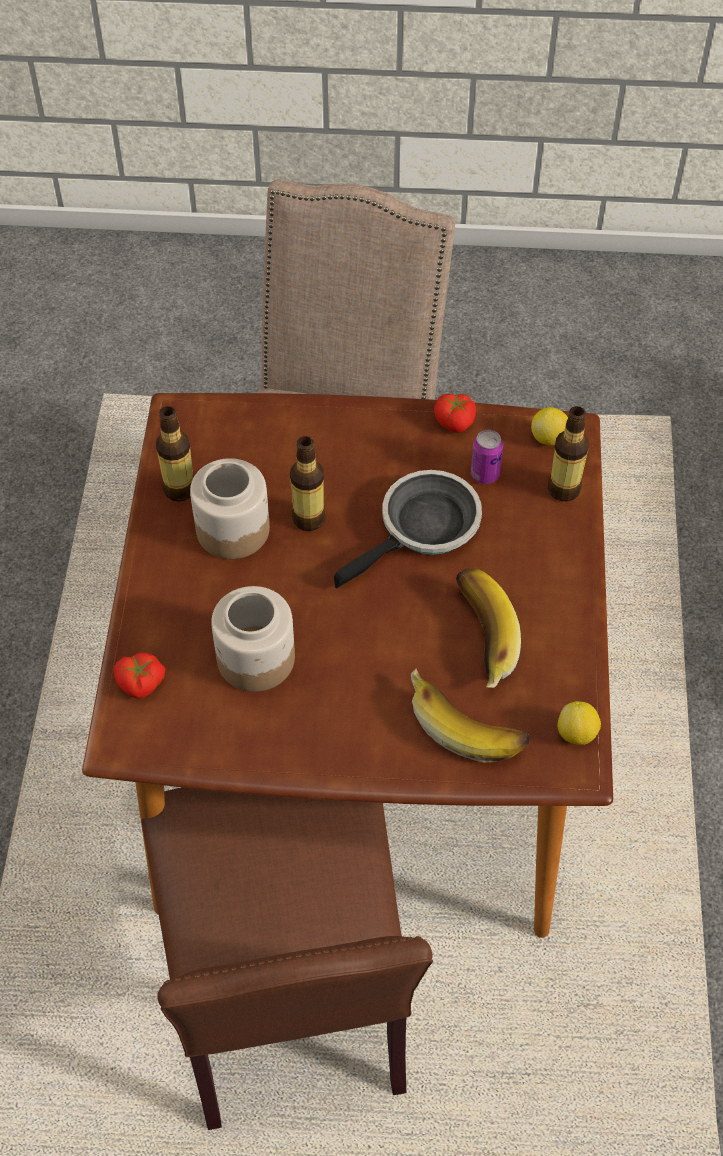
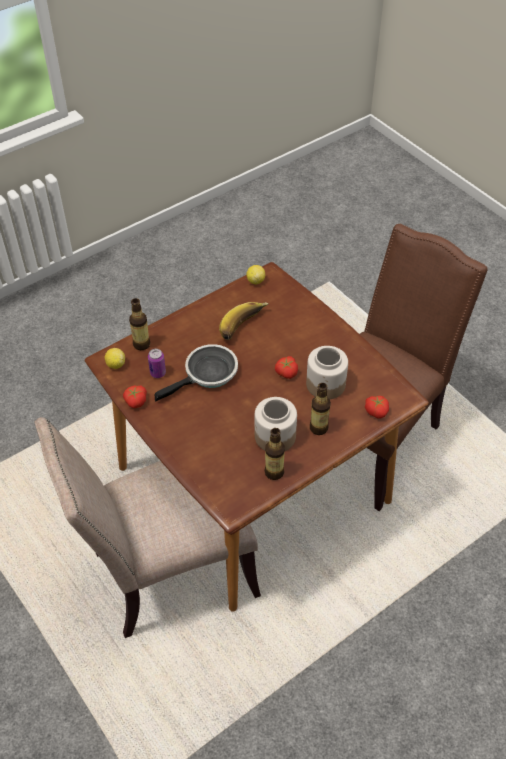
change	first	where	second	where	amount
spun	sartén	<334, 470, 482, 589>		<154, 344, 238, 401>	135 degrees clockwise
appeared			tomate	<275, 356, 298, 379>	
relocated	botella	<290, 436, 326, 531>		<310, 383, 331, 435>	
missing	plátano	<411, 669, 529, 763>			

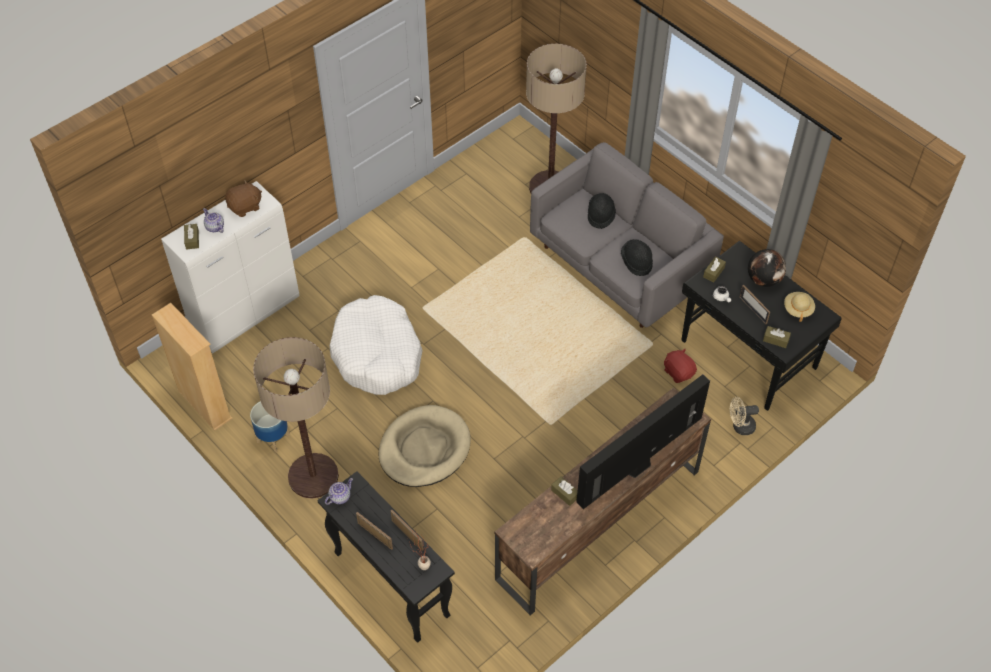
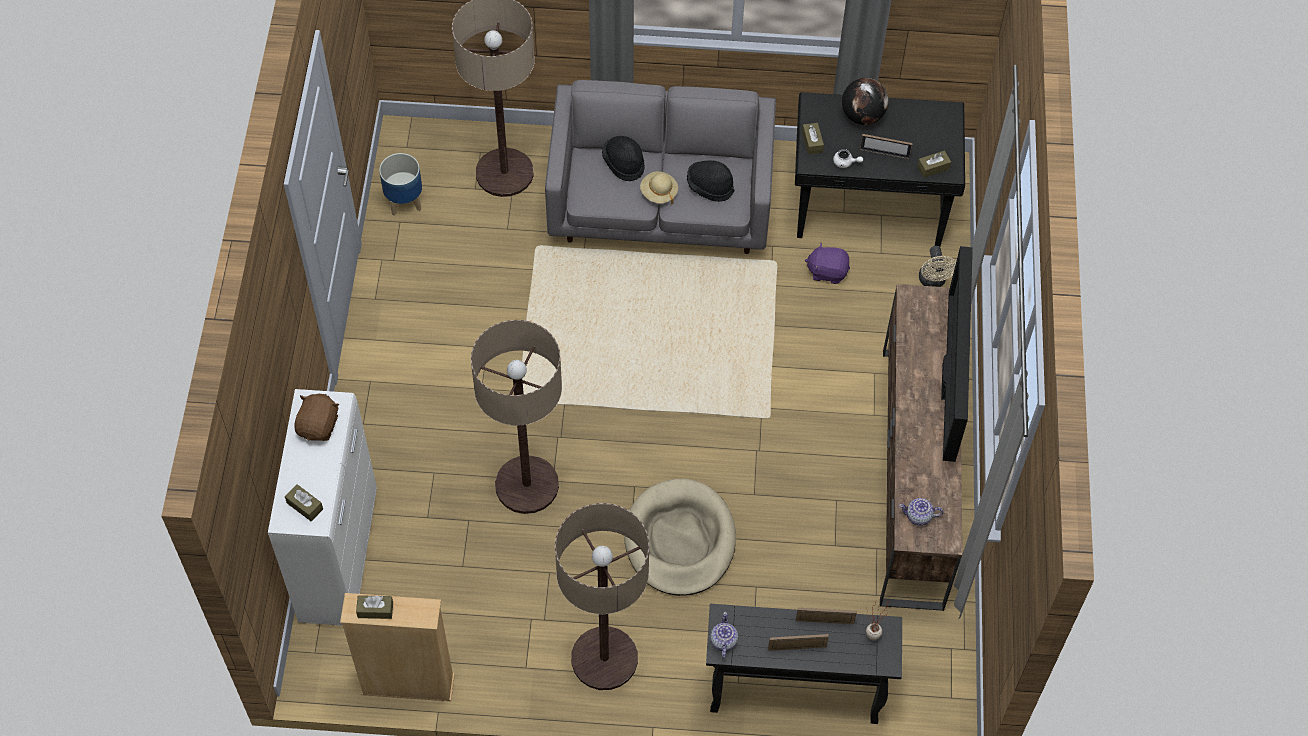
change	first	where	second	where	amount
relocated	caja de pañuelos/marrón	<551, 476, 578, 506>		<356, 595, 393, 619>	
relocated	maceta	<250, 401, 290, 452>		<379, 153, 422, 216>	
exchanged	cama para perro/blanco	<329, 295, 423, 395>	lámpara de pie	<471, 320, 562, 514>	
relocated	sombrero/beis	<784, 292, 815, 322>		<640, 171, 678, 204>	
colour	peluche/rojo	<664, 349, 697, 383>	peluche/morado	<805, 242, 850, 284>	
relocated	tetera	<203, 208, 224, 233>		<899, 498, 943, 526>	
spun	ventilador/beis	<730, 397, 759, 435>		<919, 246, 956, 287>	45 degrees counterclockwise

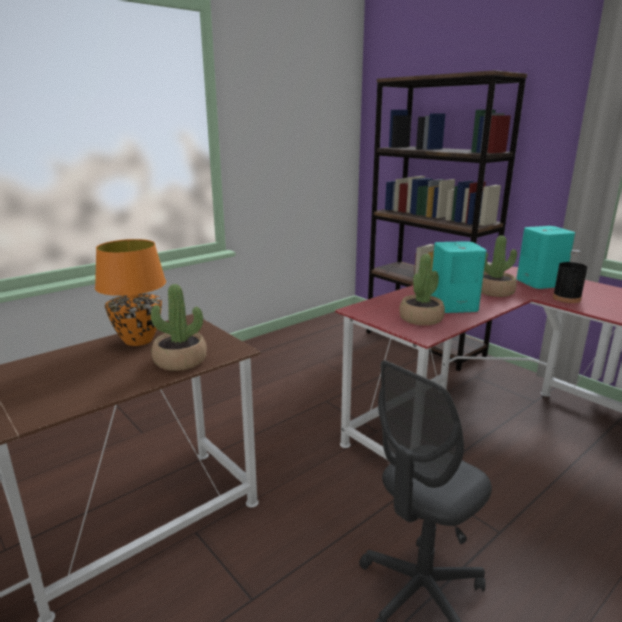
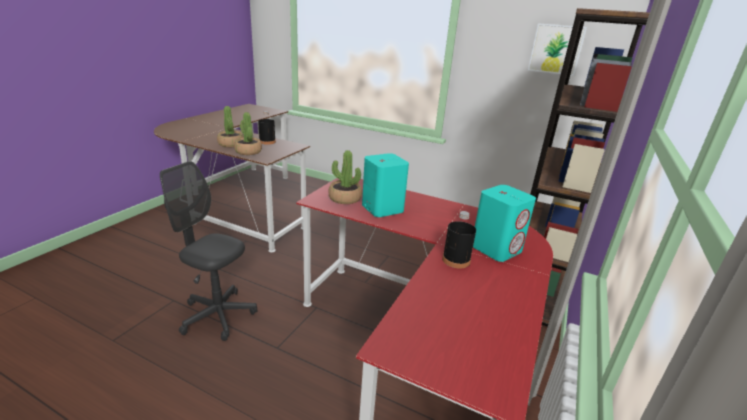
change	first	where	second	where	amount
relocated	planta en maceta	<481, 235, 517, 297>		<217, 106, 244, 147>	
exchanged	lámpara de mesa/naranja	<95, 239, 166, 346>	botella/negro	<258, 111, 276, 145>	
appeared			cuadro	<528, 23, 587, 76>	

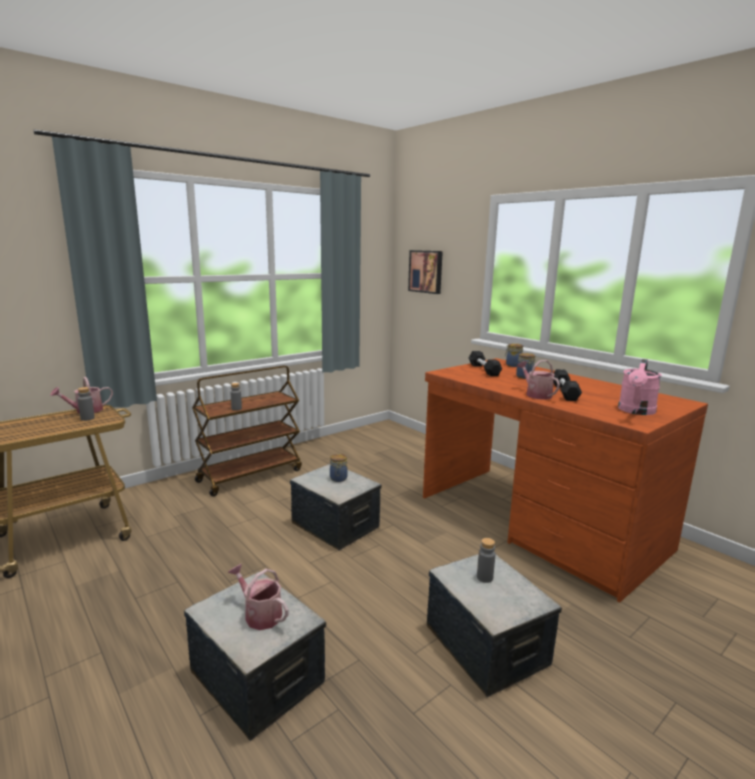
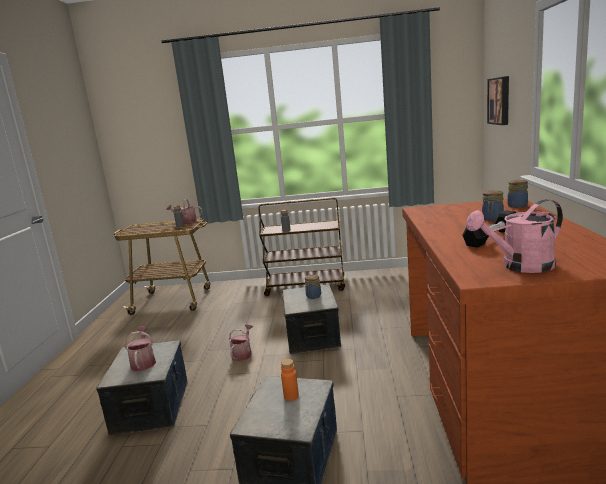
change	first	where	second	where	amount
relocated	regadera	<517, 360, 560, 400>		<229, 324, 253, 361>	
colour	botella/gris	<477, 538, 495, 583>	botella/naranja	<281, 359, 299, 401>	
missing	mancuerna/negro	<469, 351, 502, 376>			

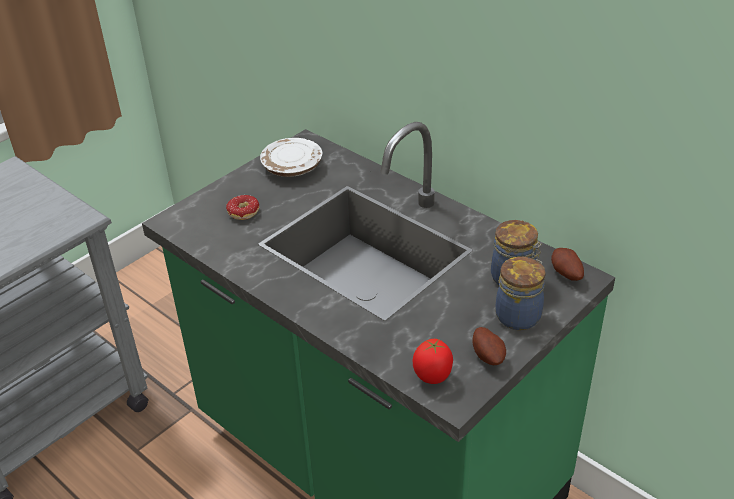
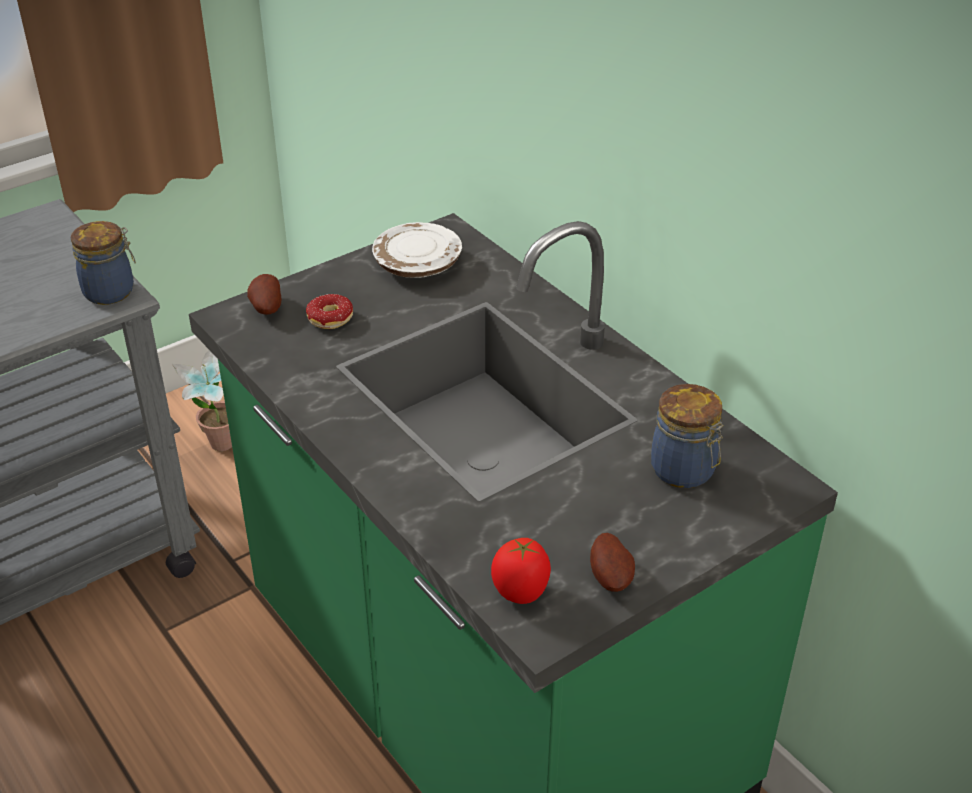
change	first	where	second	where	amount
relocated	tarro	<496, 257, 546, 330>		<71, 221, 136, 305>	
appeared			planta en maceta	<172, 350, 232, 451>	
relocated	patata	<551, 248, 584, 281>		<247, 274, 282, 315>	

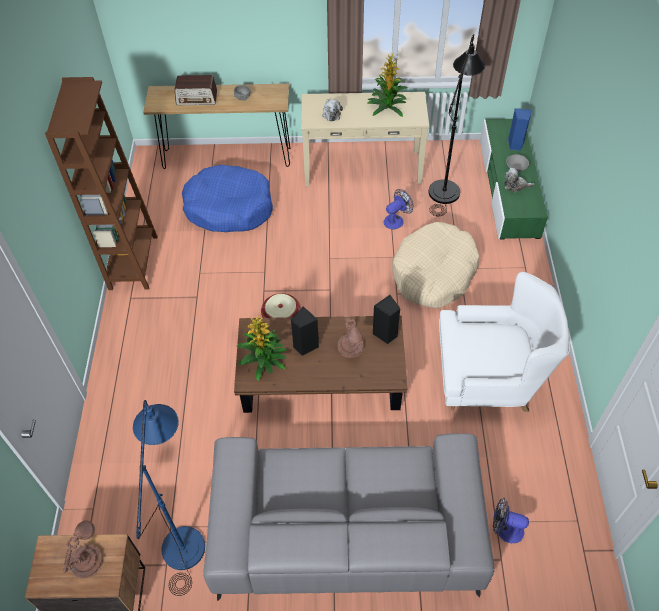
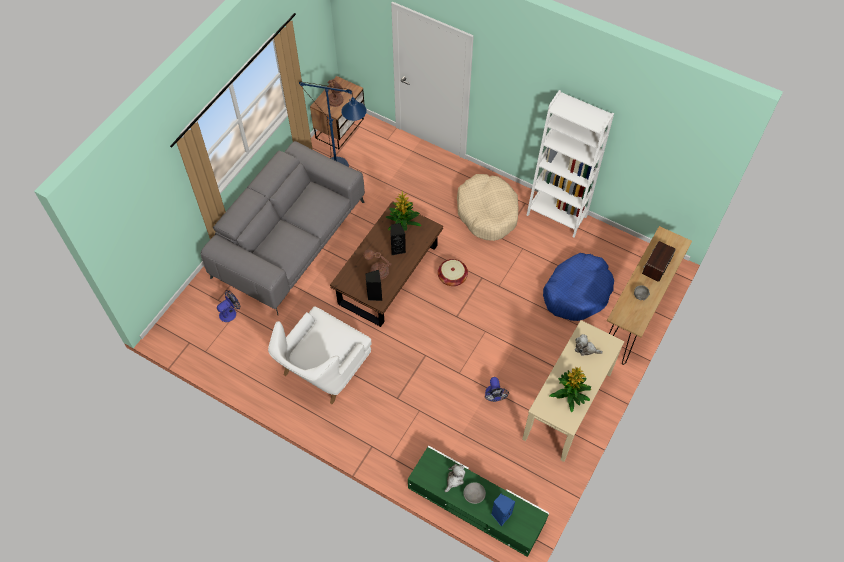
change	first	where	second	where	amount
relocated	cama para perro/beis	<392, 222, 479, 308>		<457, 174, 518, 241>	
colour	estantería/marrón	<45, 77, 158, 290>	estantería/blanco	<526, 90, 614, 238>	
missing	lámpara de pie/negro	<429, 34, 485, 216>			

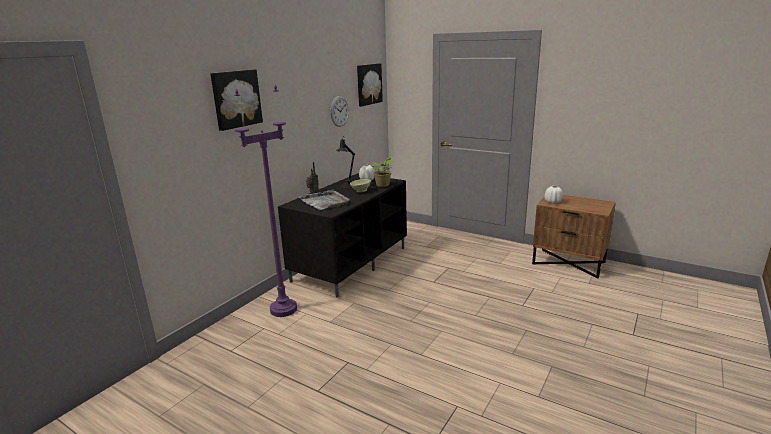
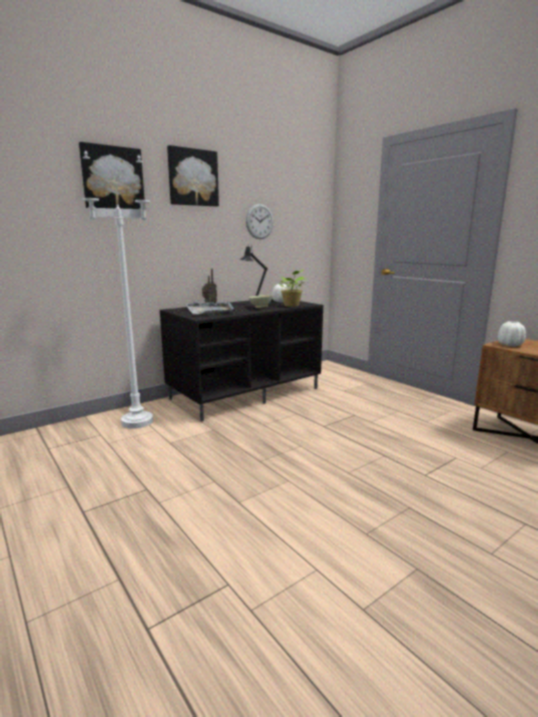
change	first	where	second	where	amount
colour	lámpara de pie/morado	<234, 85, 297, 317>	lámpara de pie/blanco	<83, 150, 153, 429>	
relocated	cuadro	<357, 63, 383, 106>		<167, 145, 219, 206>	

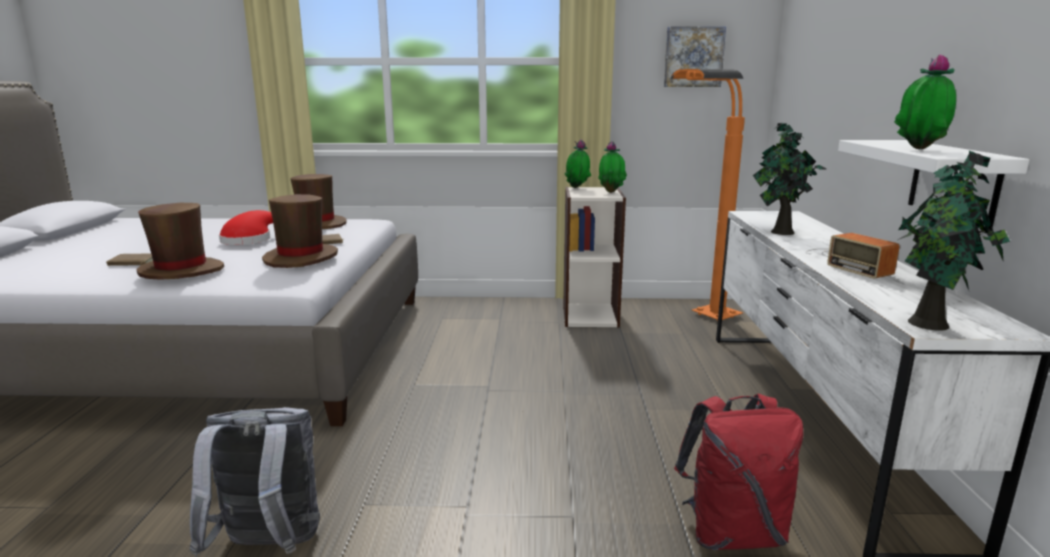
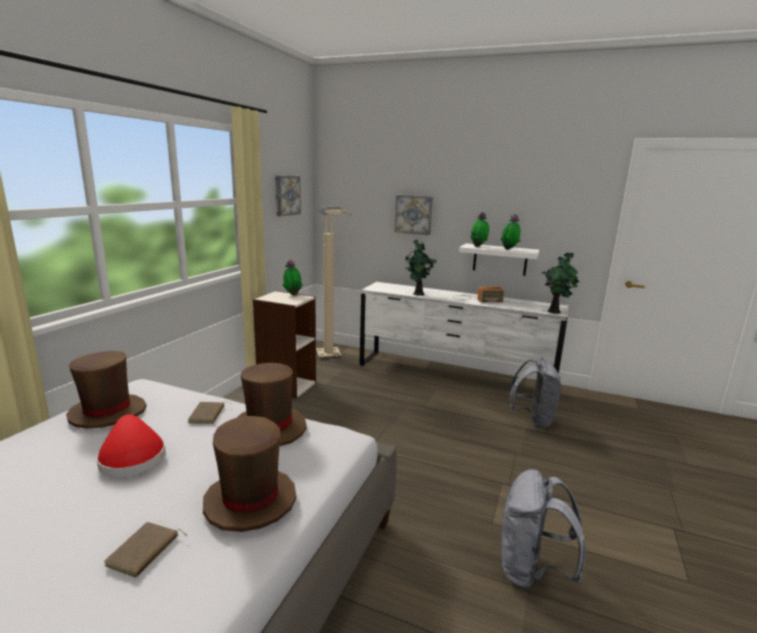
change	first	where	second	where	amount
colour	lámpara de pie/naranja	<670, 69, 745, 321>	lámpara de pie/beis	<316, 207, 351, 358>	
appeared			cuadro	<395, 195, 433, 235>	
relocated	planta en maceta	<565, 139, 591, 188>		<471, 212, 489, 247>	
colour	mochila/rojo	<674, 393, 803, 550>	mochila/gris	<509, 359, 561, 429>	

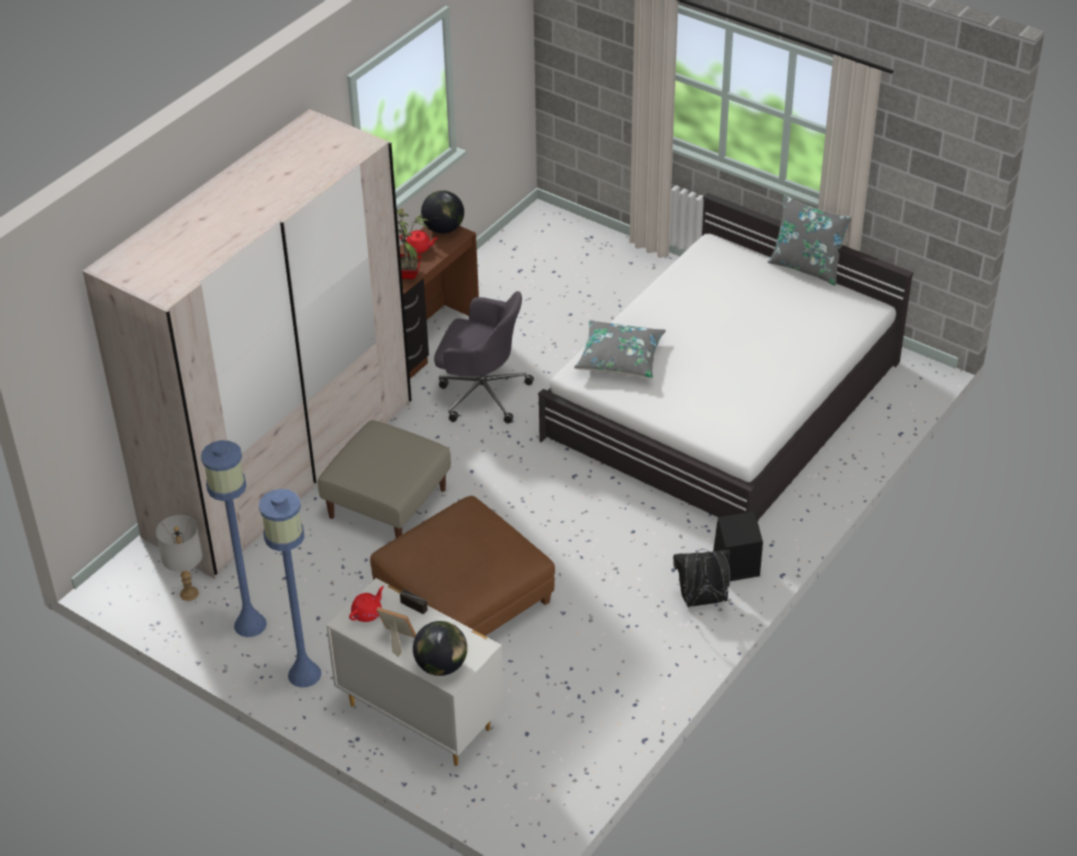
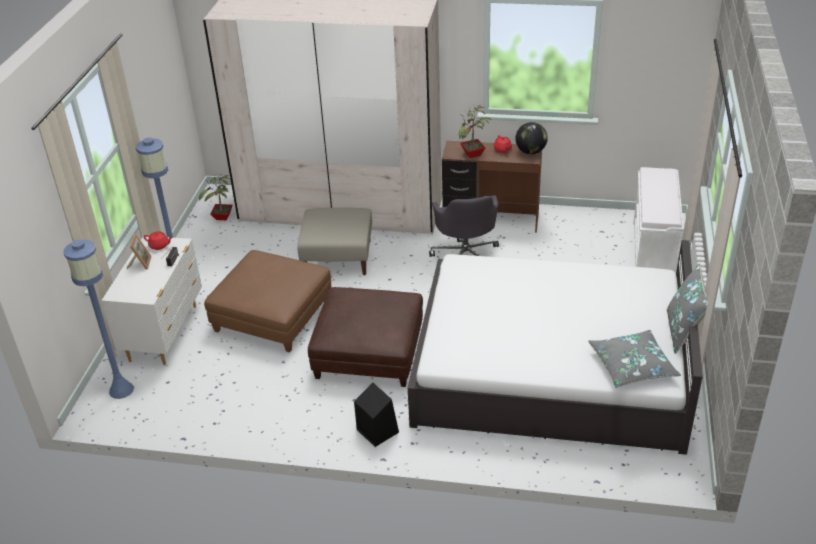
change	first	where	second	where	amount
relocated	lámpara de pie/azul	<201, 440, 267, 637>		<63, 240, 134, 399>	
exchanged	lámpara de mesa/gris	<156, 515, 202, 601>	planta en maceta	<199, 175, 233, 220>	
appeared			puf/marrón	<308, 287, 423, 387>	
relocated	cojín/gris	<574, 320, 666, 378>		<588, 330, 681, 388>	
appeared			banco/blanco	<633, 167, 684, 271>	
missing	globo terráqueo	<413, 621, 467, 676>			
missing	mochila/negro	<673, 549, 730, 607>			

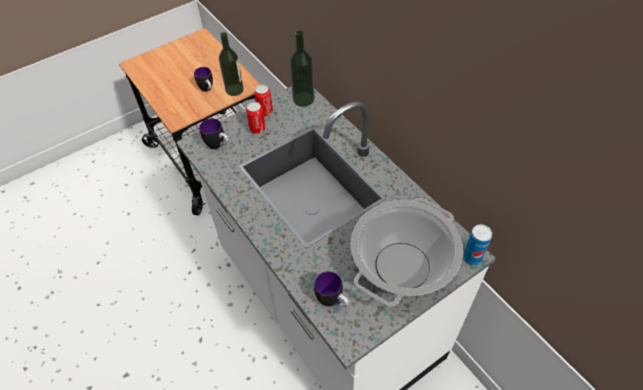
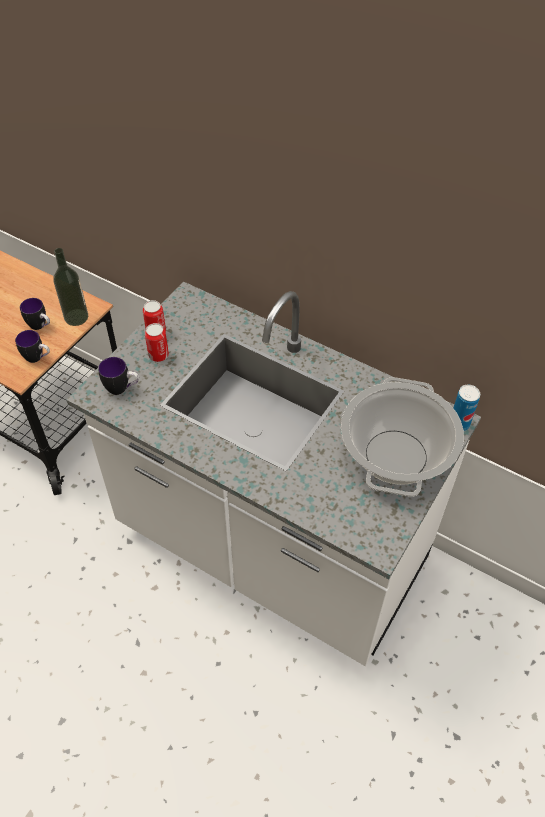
change	first	where	second	where	amount
relocated	taza grande	<314, 271, 349, 307>		<15, 330, 50, 363>	
missing	botella	<290, 30, 314, 107>			

